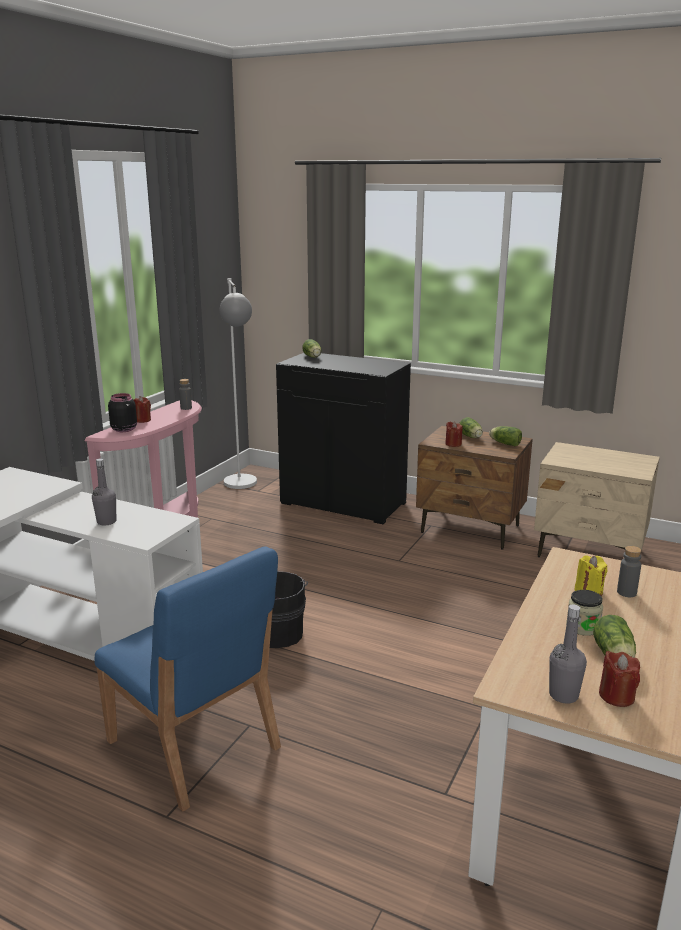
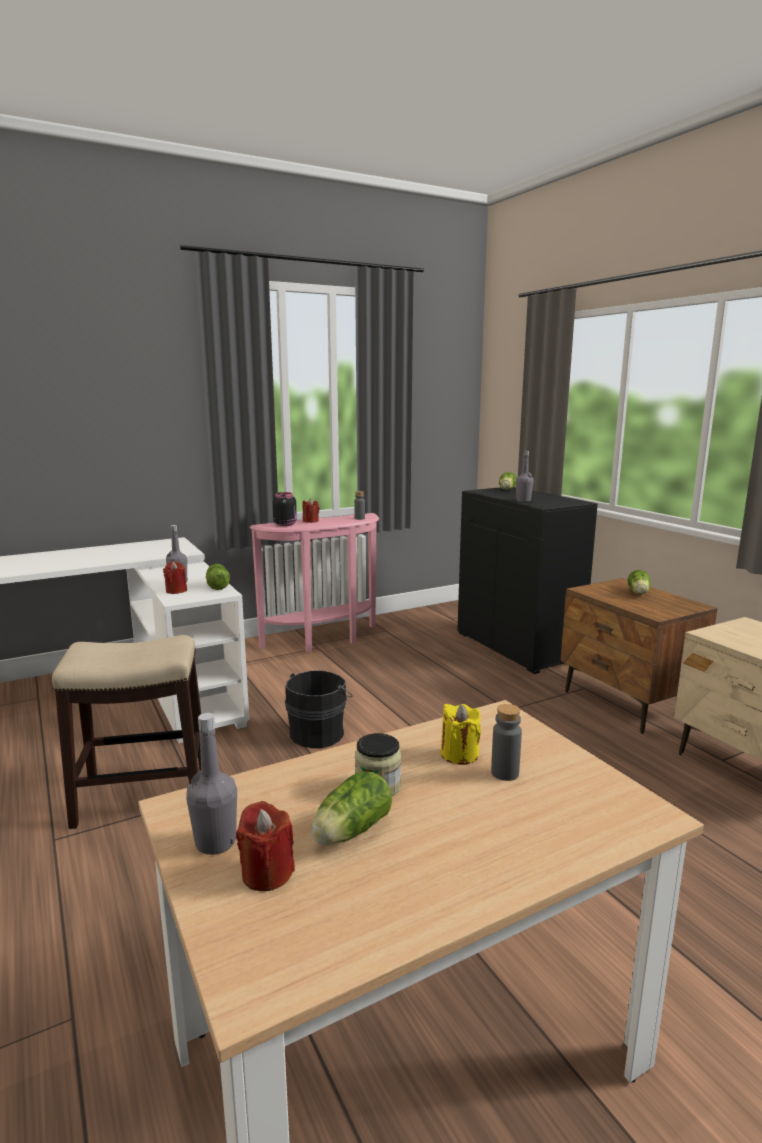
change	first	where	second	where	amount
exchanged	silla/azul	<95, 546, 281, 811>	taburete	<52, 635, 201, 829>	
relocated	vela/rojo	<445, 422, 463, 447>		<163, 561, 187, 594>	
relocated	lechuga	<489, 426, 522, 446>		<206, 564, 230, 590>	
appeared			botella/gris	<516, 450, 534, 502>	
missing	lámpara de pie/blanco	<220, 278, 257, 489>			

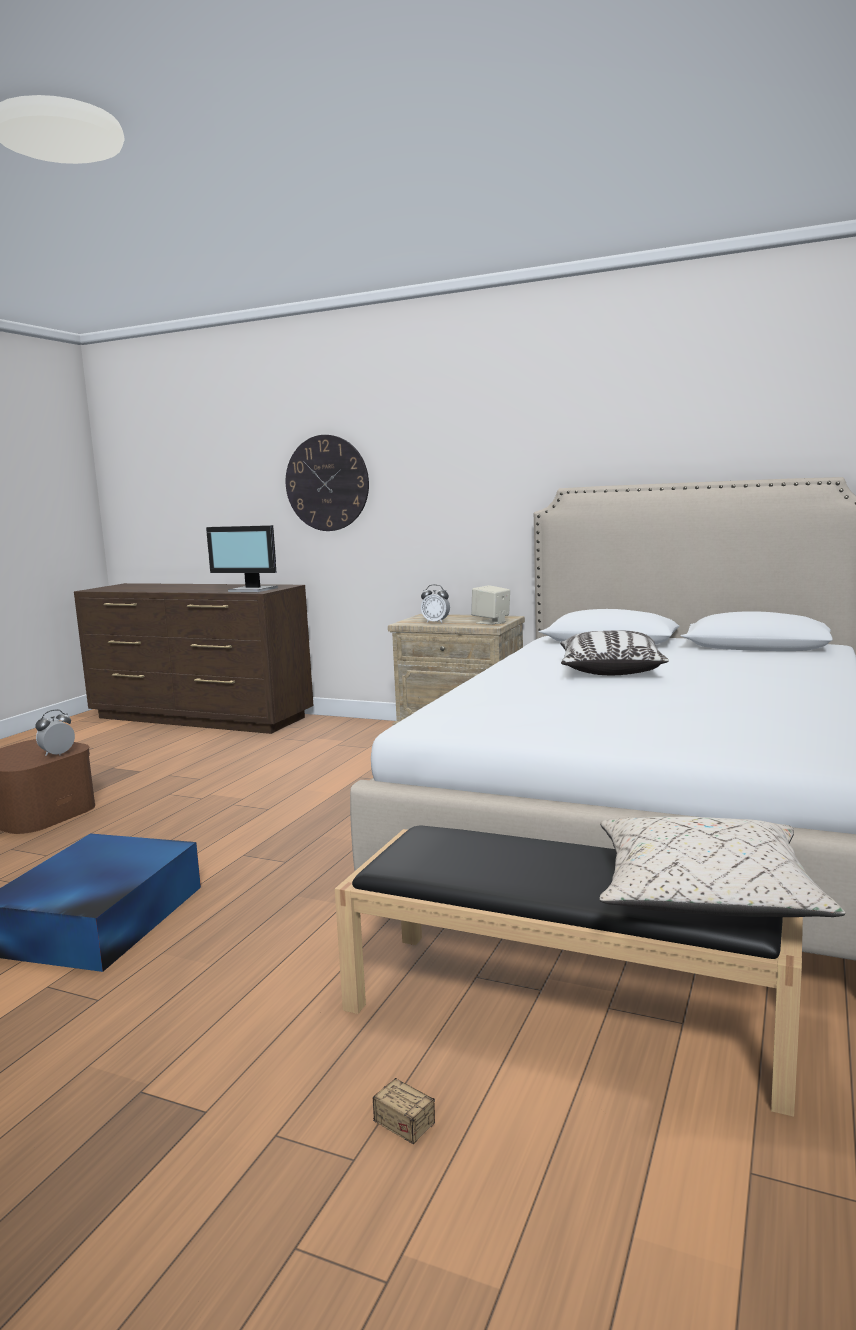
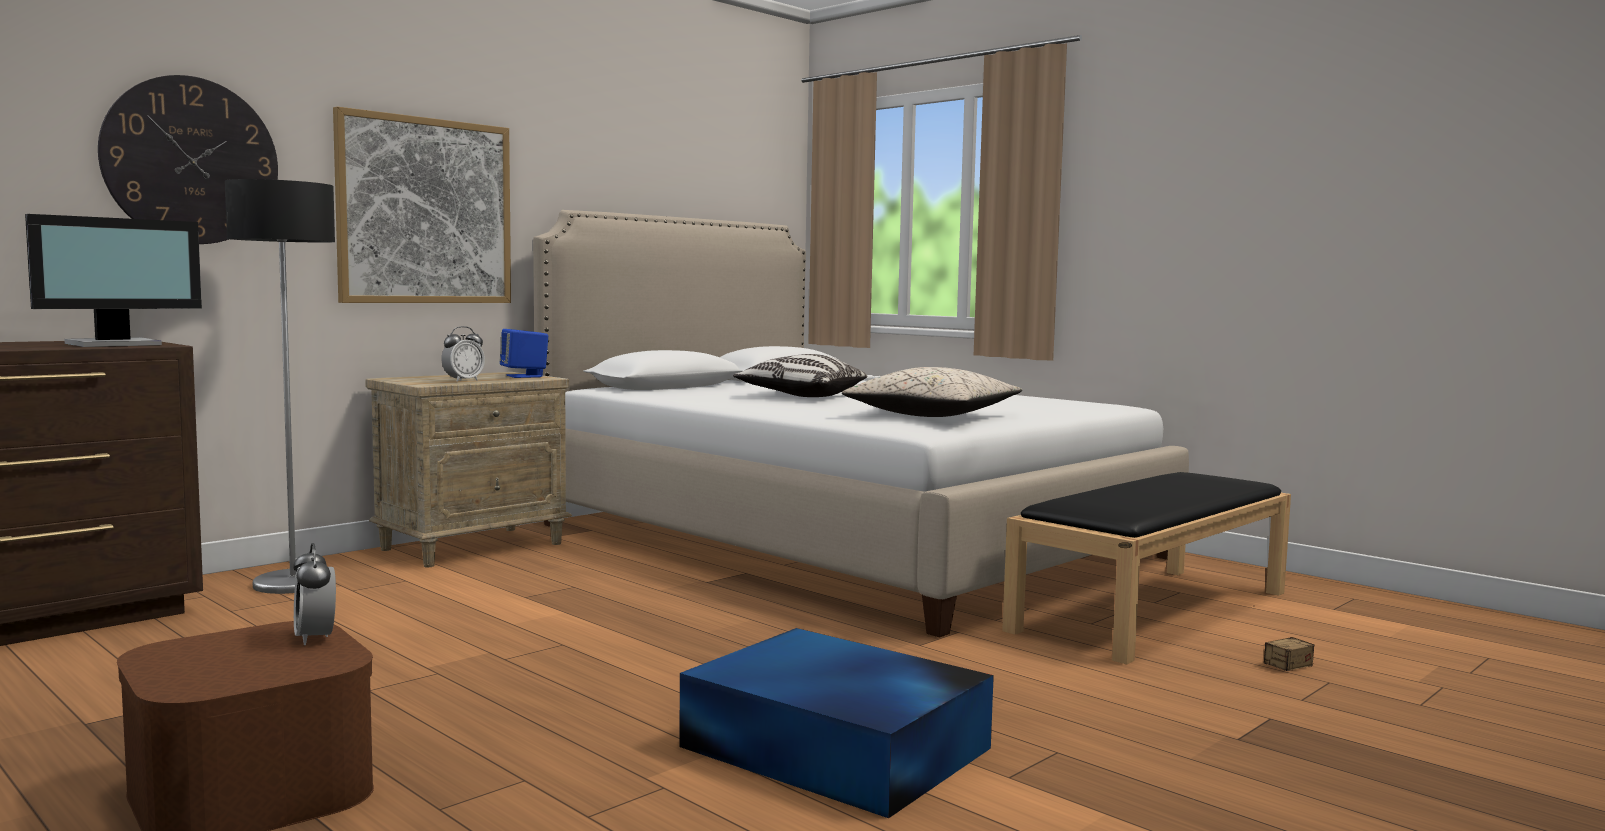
change	first	where	second	where	amount
appeared			lámpara de pie	<225, 179, 335, 594>	
appeared			cuadro	<333, 107, 511, 303>	
colour	altavoz/beis	<471, 585, 510, 625>	altavoz/azul	<499, 329, 548, 378>	
relocated	cojín/beis	<600, 817, 845, 917>		<842, 367, 1022, 417>	

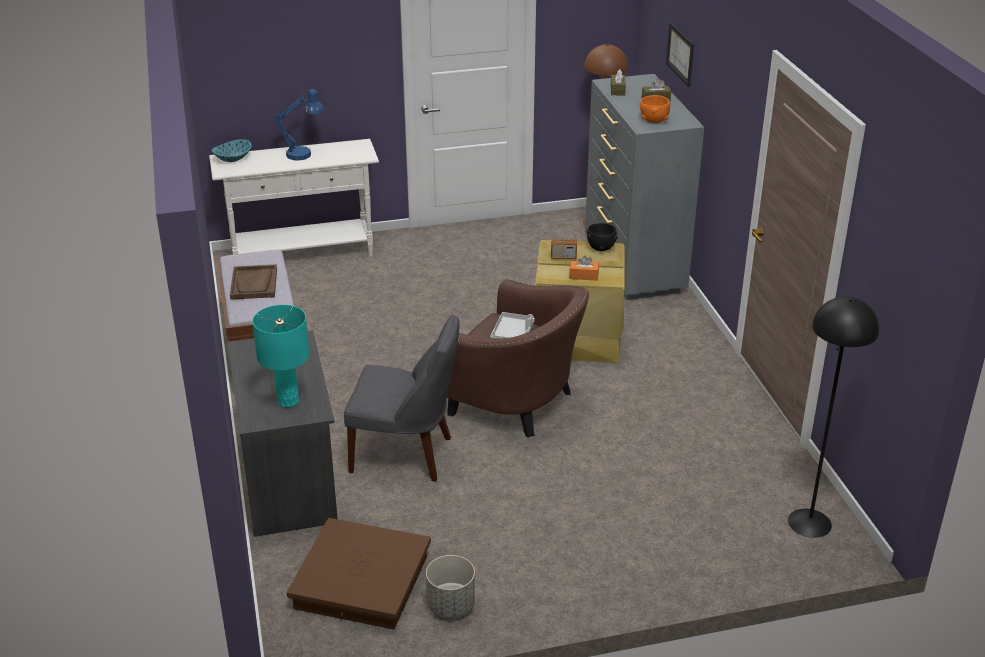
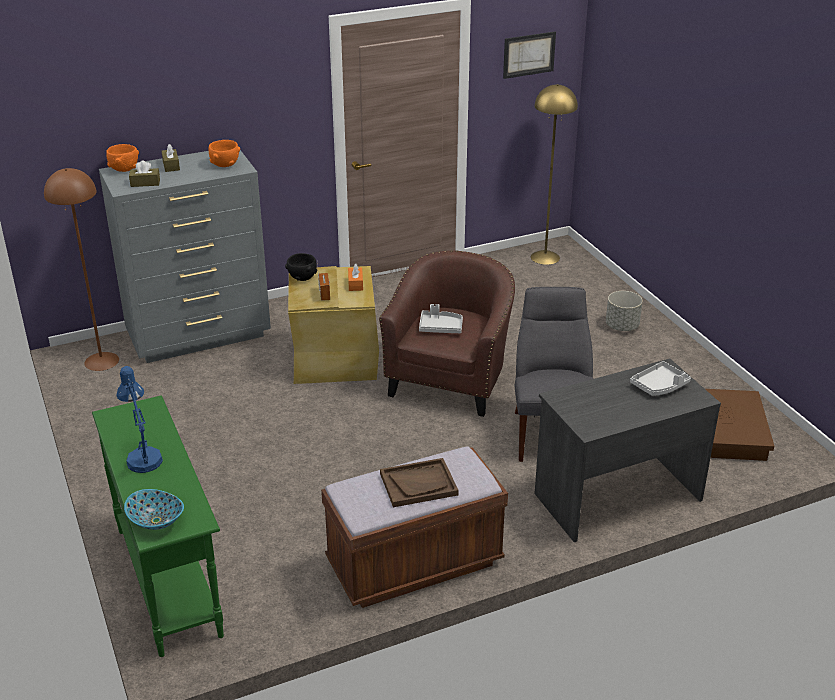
change	first	where	second	where	amount
colour	mesa consola/blanco	<209, 139, 379, 257>	mesa consola/verde	<92, 395, 224, 657>	
appeared			cuenco/naranja	<106, 144, 139, 172>	
relocated	cuadro	<666, 23, 694, 87>		<503, 31, 556, 79>	
colour	lámpara de pie/negro	<788, 296, 879, 538>	lámpara de pie/amarillo	<531, 84, 578, 265>	
relocated	maceta/gris	<426, 555, 475, 618>		<606, 291, 643, 331>	
exchanged	lámpara de mesa/turquesa	<252, 305, 310, 408>	bandeja/gris	<630, 361, 691, 396>	

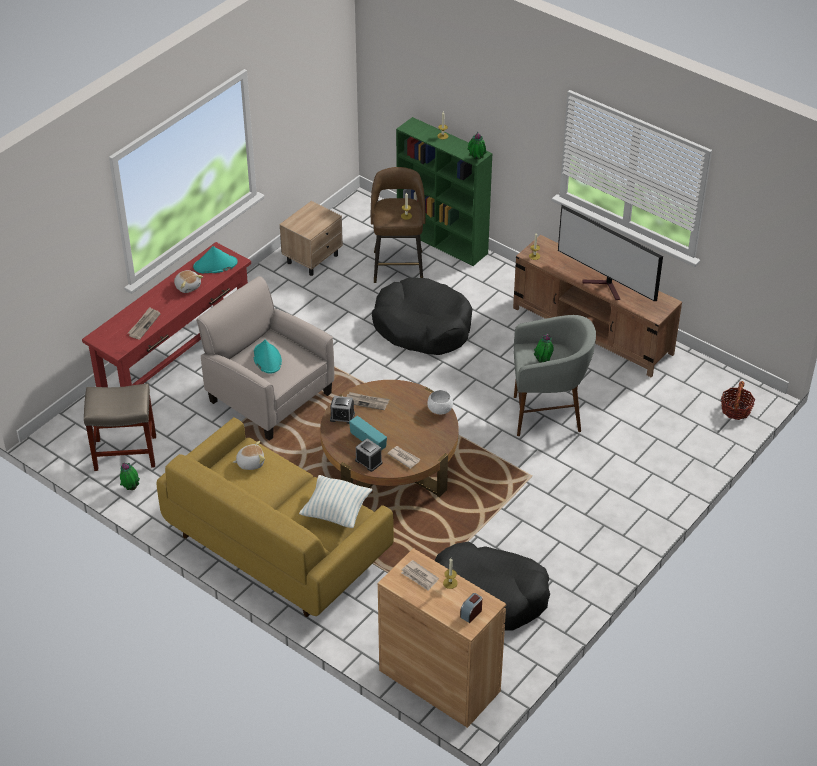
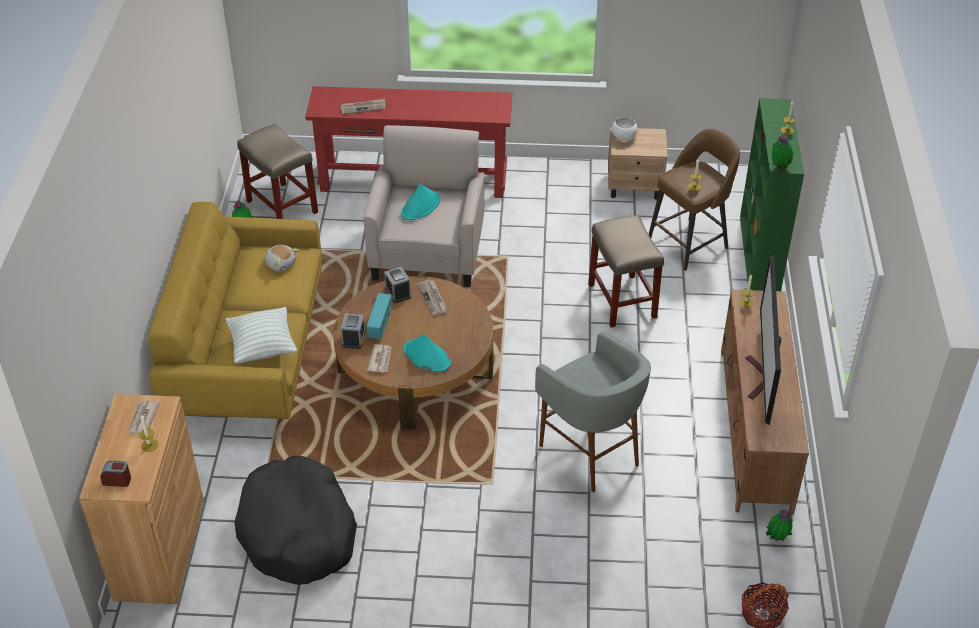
change	first	where	second	where	amount
relocated	sombrero/turquesa	<193, 246, 238, 273>		<404, 334, 451, 372>	
exchanged	cama para perro/negro	<372, 278, 472, 355>	taburete/beis	<588, 215, 664, 328>	
relocated	cuenco/blanco	<427, 390, 453, 414>		<612, 117, 638, 141>	
relocated	planta en maceta	<534, 334, 554, 363>		<766, 510, 792, 542>	
missing	peluche	<174, 270, 203, 293>			

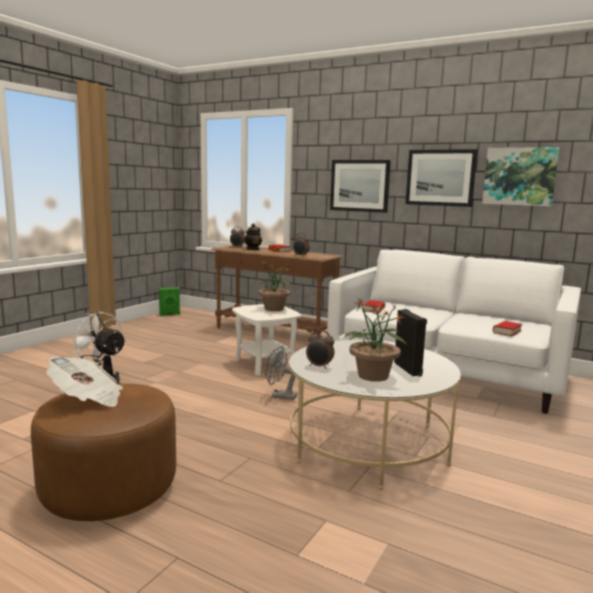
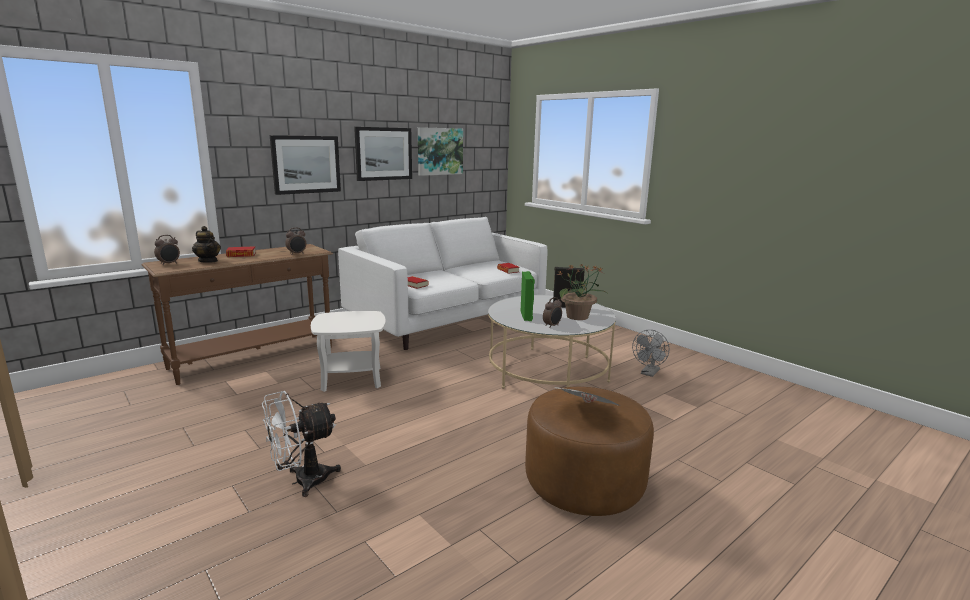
change	first	where	second	where	amount
relocated	altavoz/verde	<159, 287, 180, 316>		<521, 271, 535, 321>	
relocated	ventilador/gris	<265, 346, 297, 400>		<632, 330, 669, 377>	
missing	planta en maceta	<255, 260, 292, 311>			

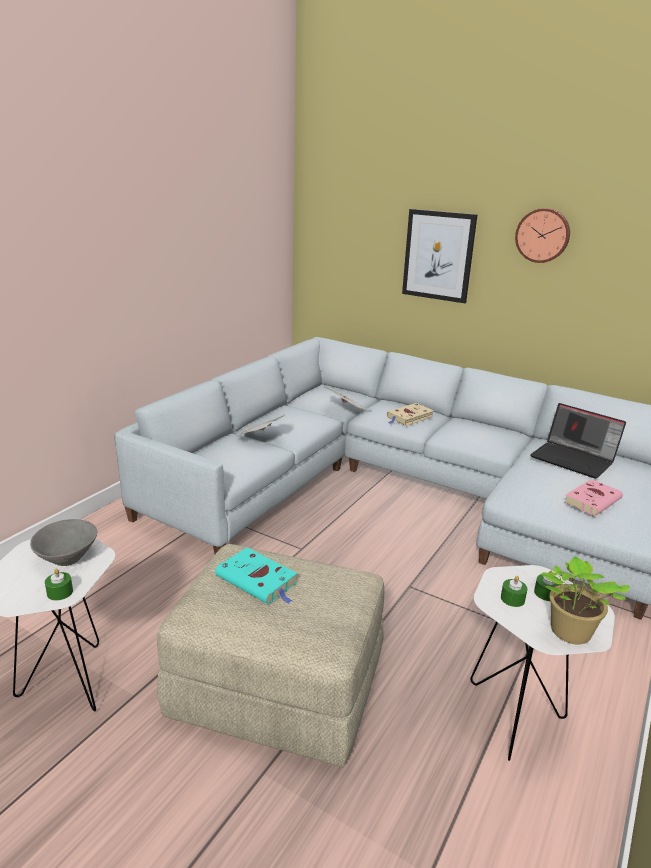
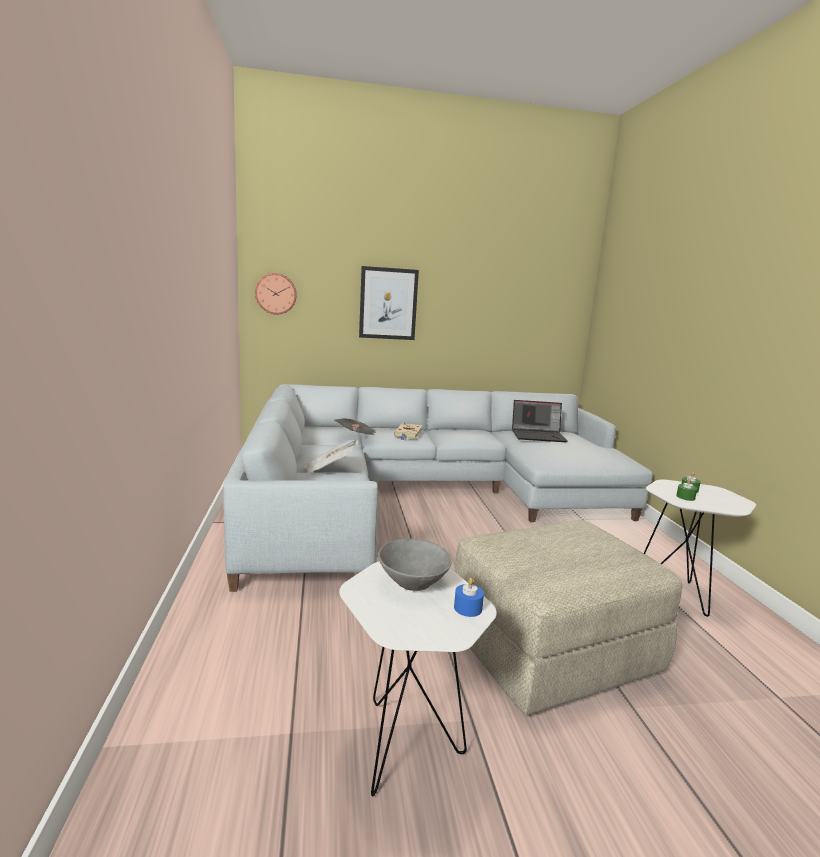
change	first	where	second	where	amount
relocated	reloj de pared	<515, 208, 570, 263>		<255, 273, 297, 315>	
colour	vela/verde	<45, 569, 73, 601>	vela/azul	<454, 578, 484, 617>	
missing	libro/turquesa	<215, 548, 297, 604>			
missing	planta en maceta	<540, 556, 630, 644>			
missing	libro/rosa	<564, 479, 623, 516>			

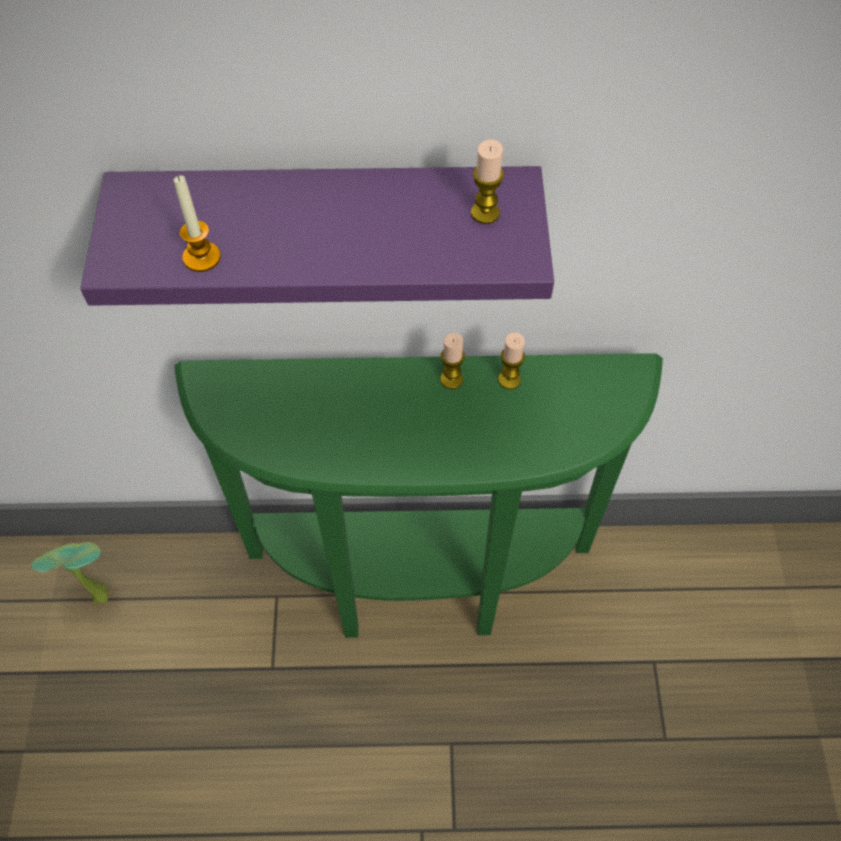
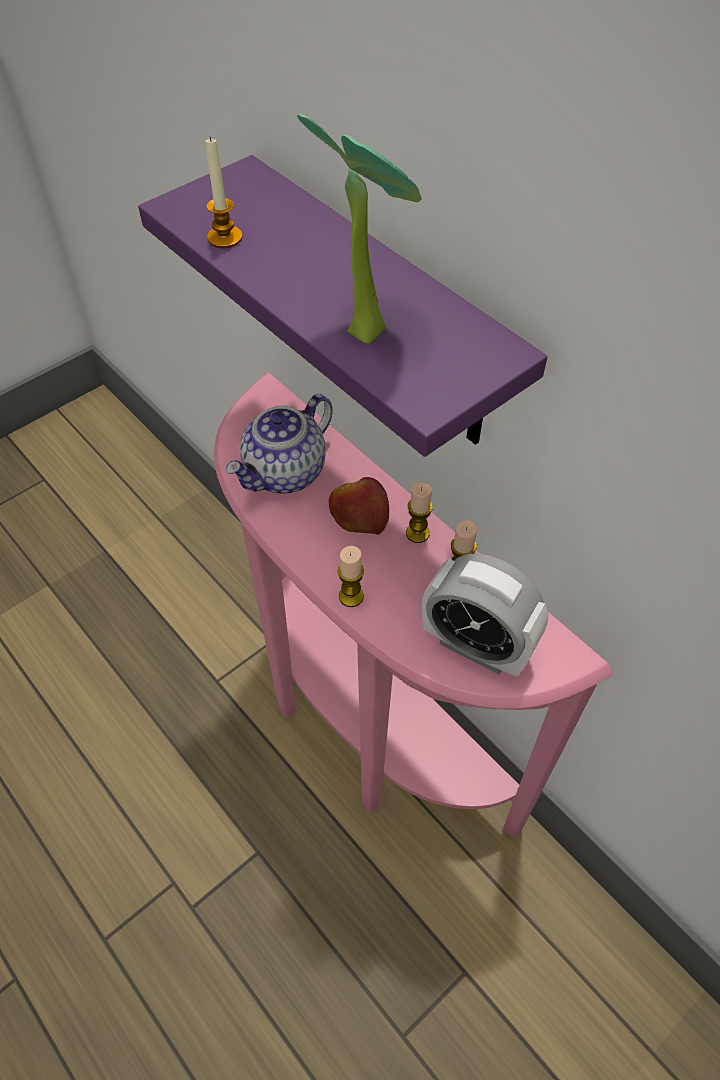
change	first	where	second	where	amount
colour	mesa consola/verde	<174, 353, 663, 638>	mesa consola/rosa	<214, 373, 614, 839>	
appeared			tetera	<226, 394, 333, 493>	
relocated	planta en maceta	<31, 542, 108, 603>		<297, 113, 421, 344>	
appeared			manzana	<329, 477, 389, 535>	
relocated	vela	<471, 140, 504, 224>		<338, 546, 364, 607>	
appeared			despertador	<422, 554, 549, 677>	

